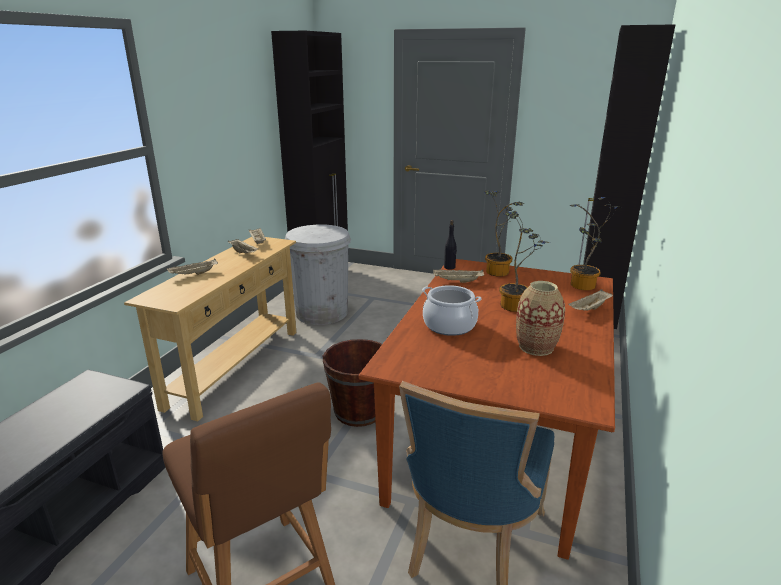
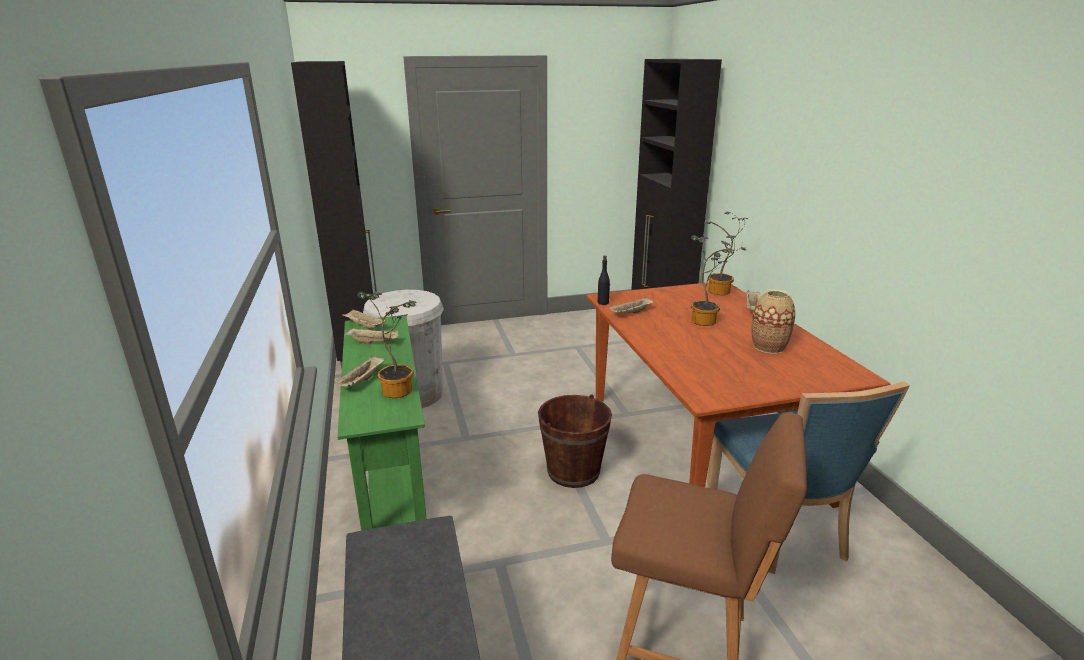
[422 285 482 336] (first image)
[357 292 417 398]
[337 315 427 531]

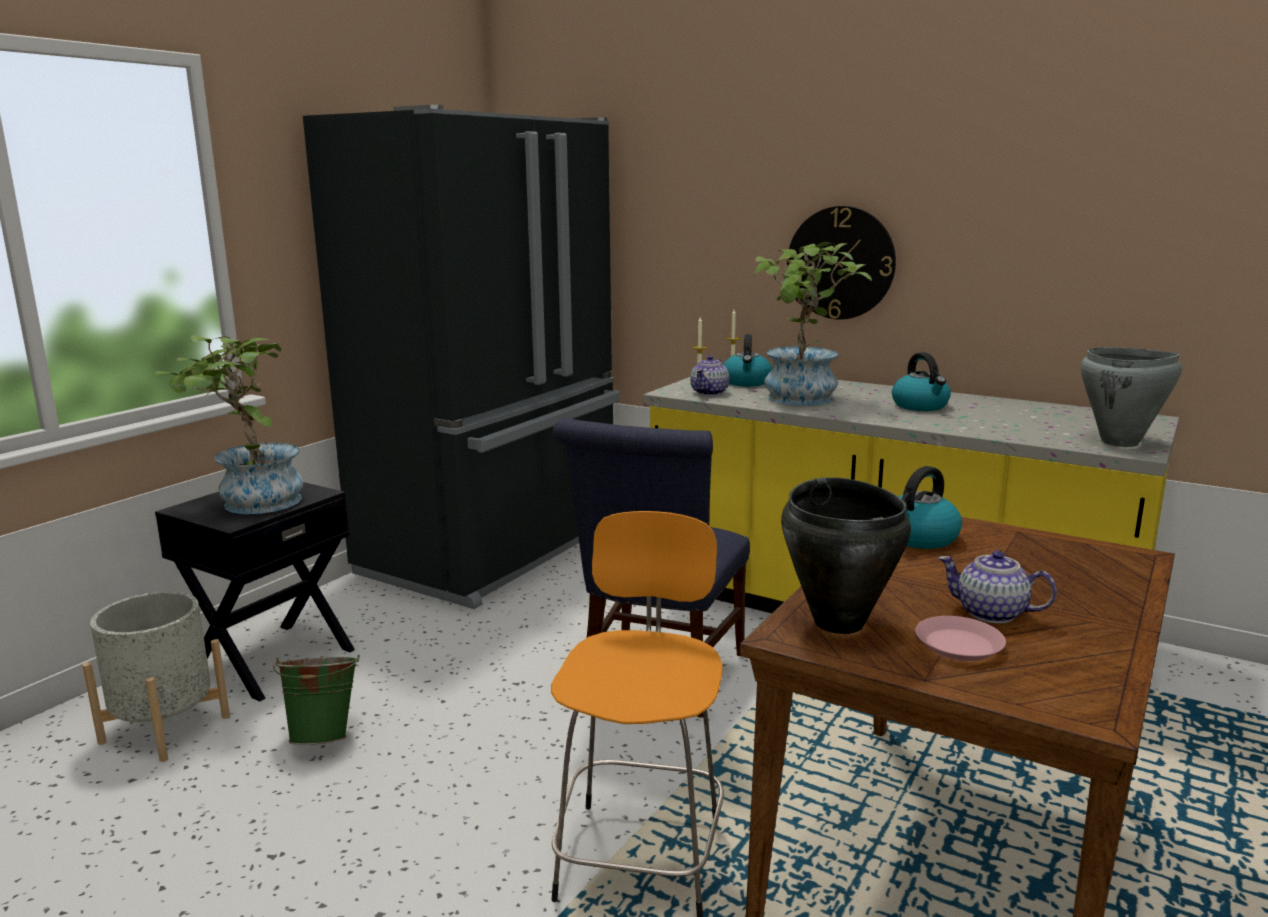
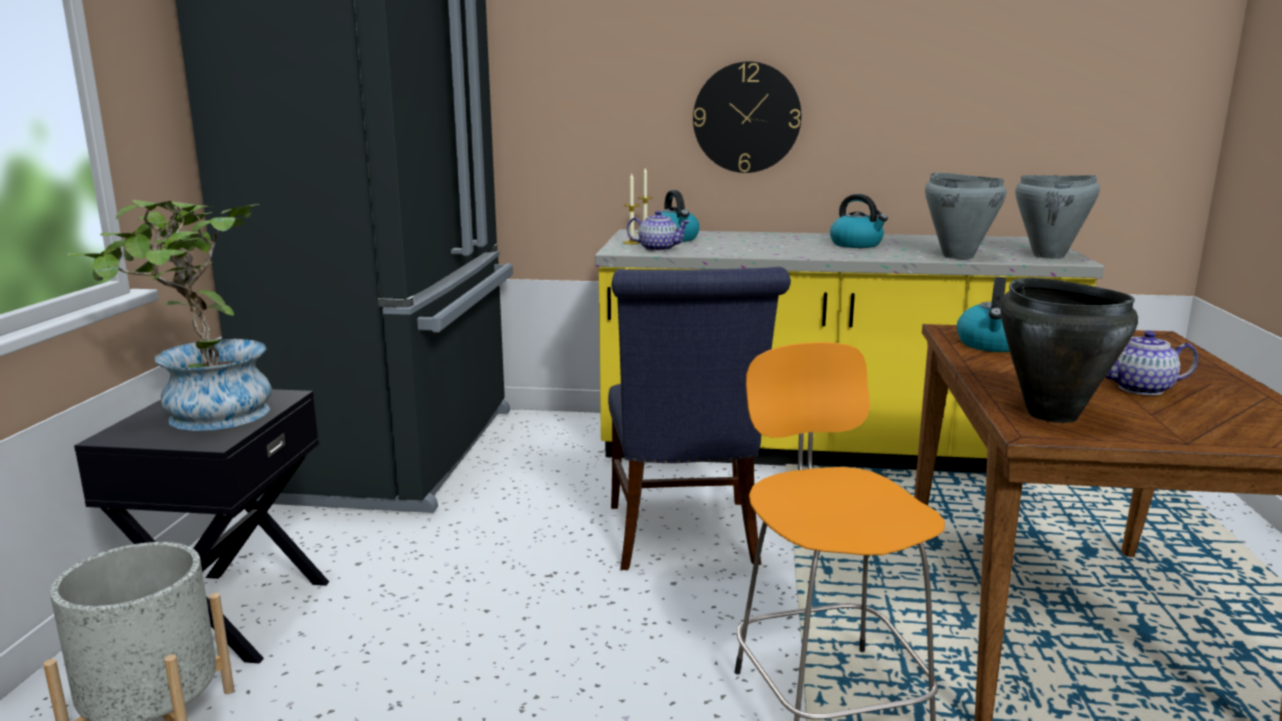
[273 655 360 745] (first image)
[753 242 872 406] (first image)
[915 616 1006 661] (first image)
[925 173 1006 259]
[627 210 690 251]

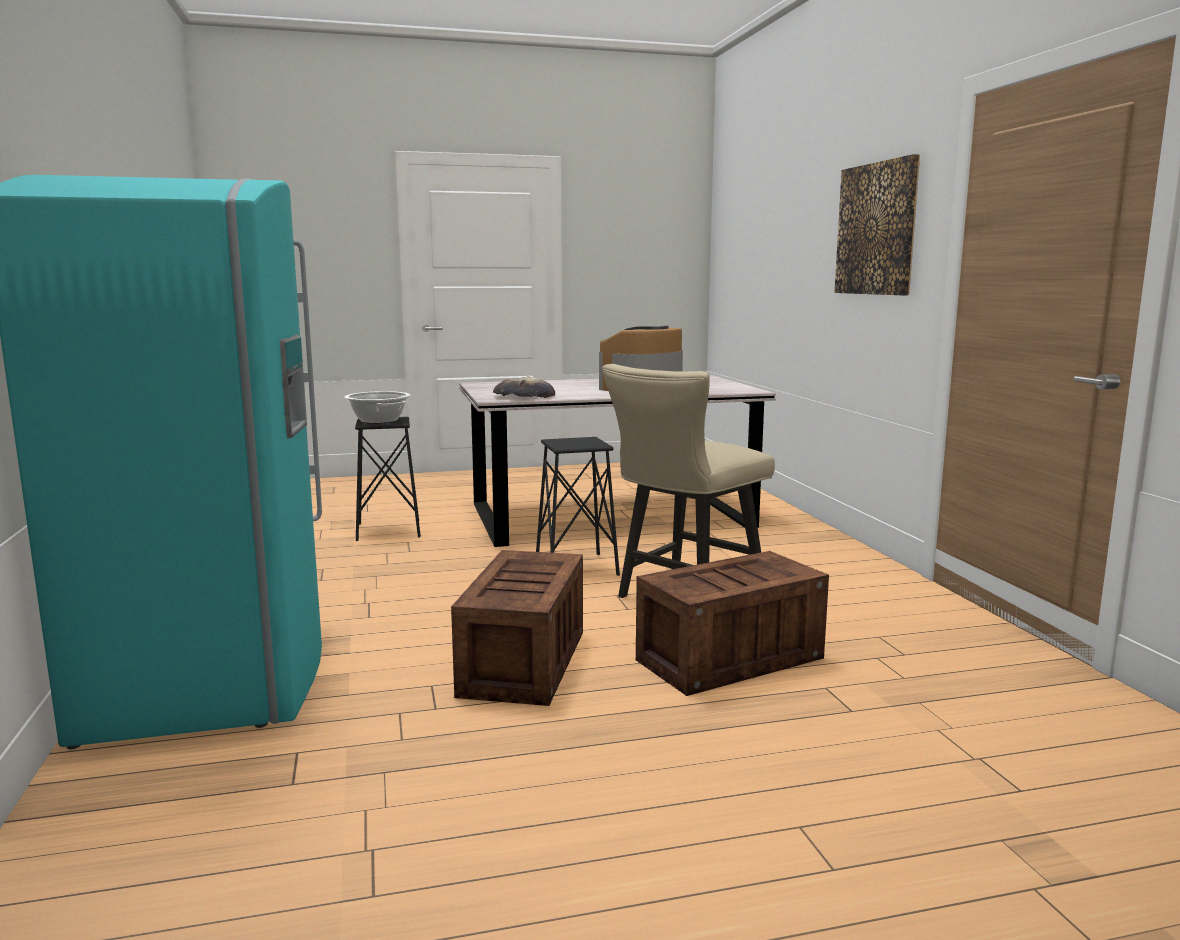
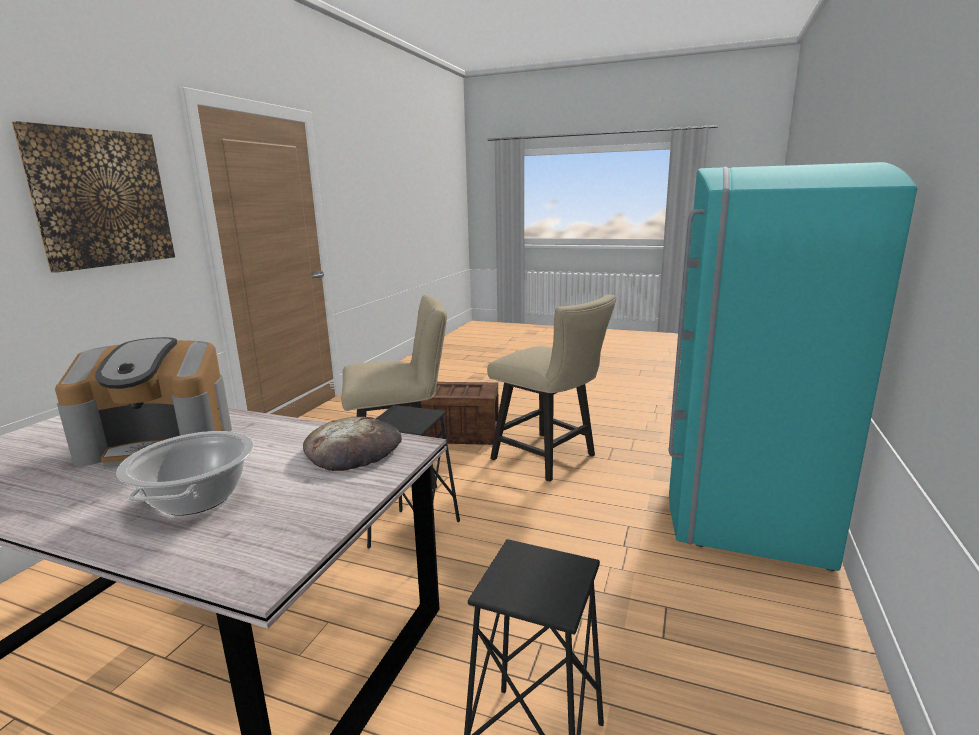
[117 431 254 516]
[487 294 616 482]

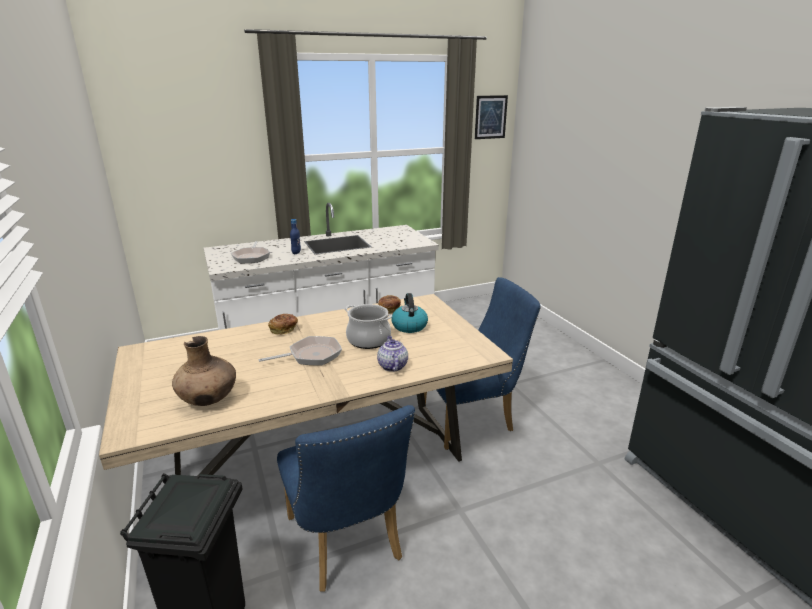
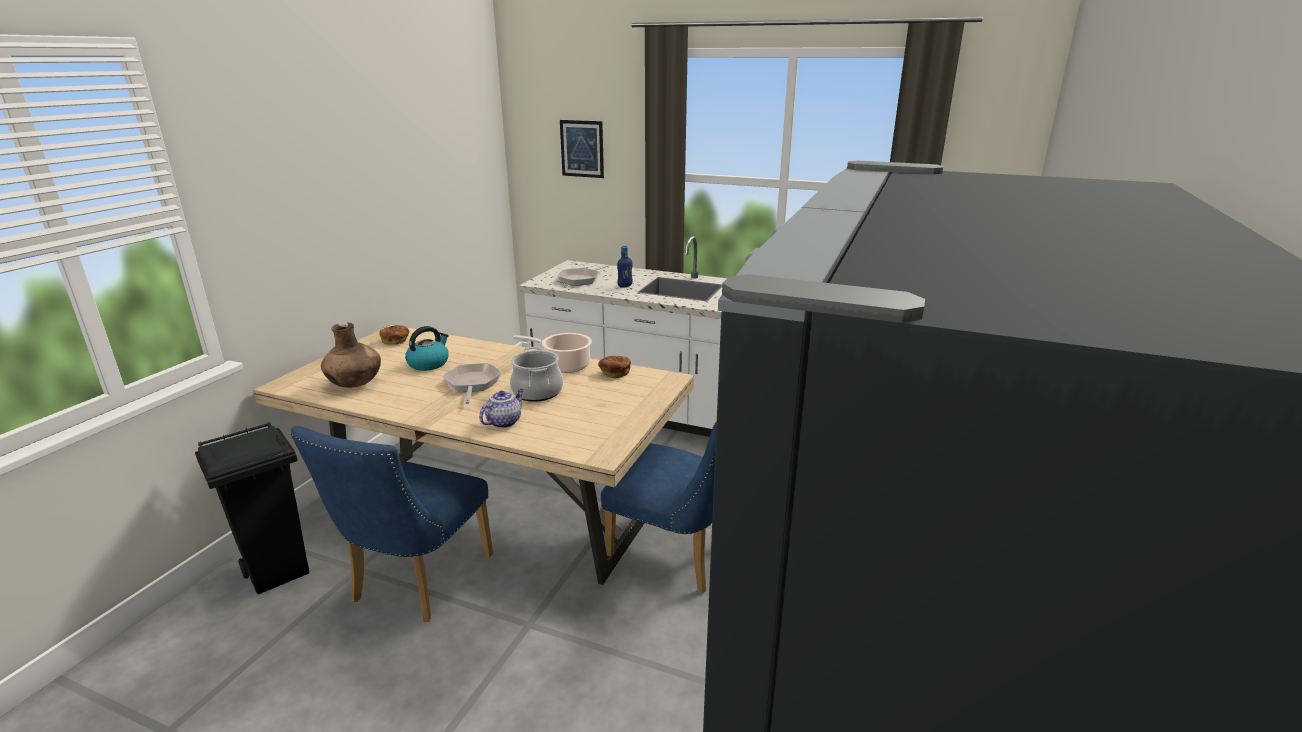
[513 333 592 373]
[379 325 410 345]
[405 326 449 371]
[560 120 604 178]
[443 363 502 404]

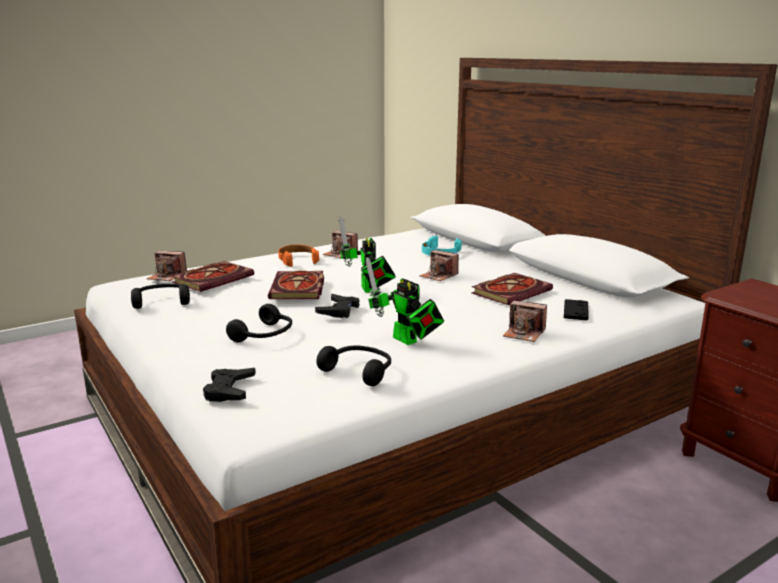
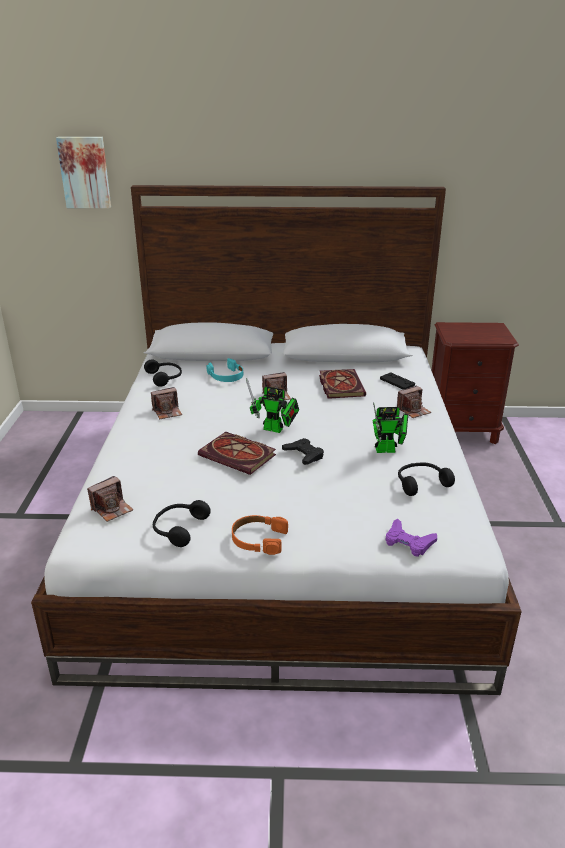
[171 261 254 292] (first image)
[56 137 111 208]
[144 360 182 387]
[232 515 288 555]
[385 519 437 557]

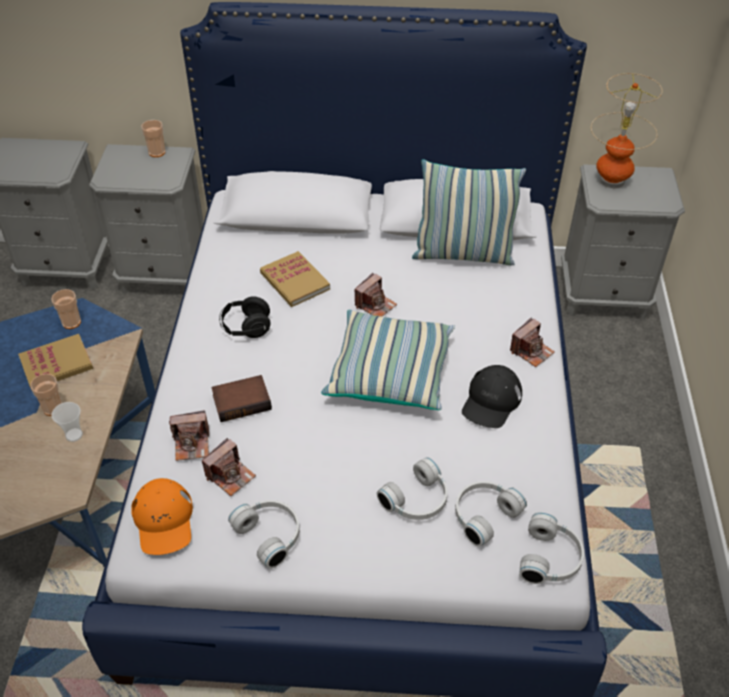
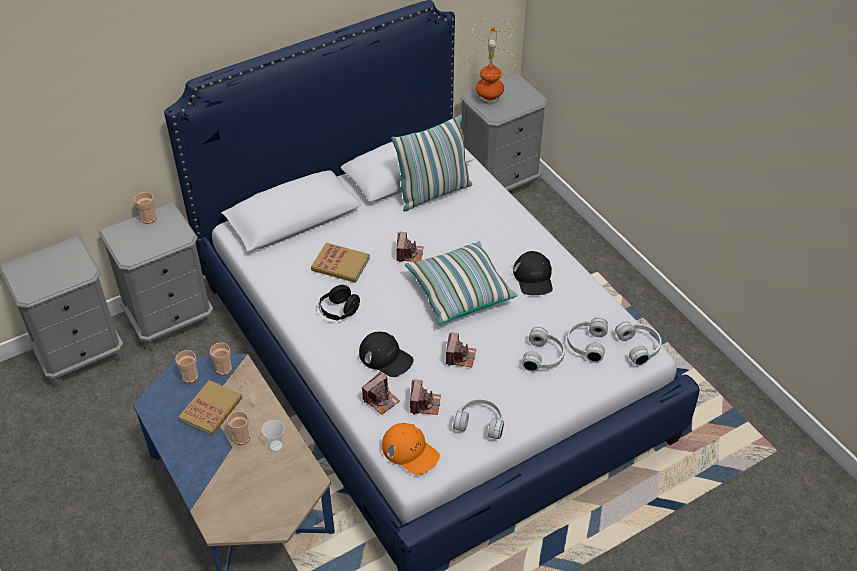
[210 343 232 375]
[446 332 476 367]
[359 332 414 377]

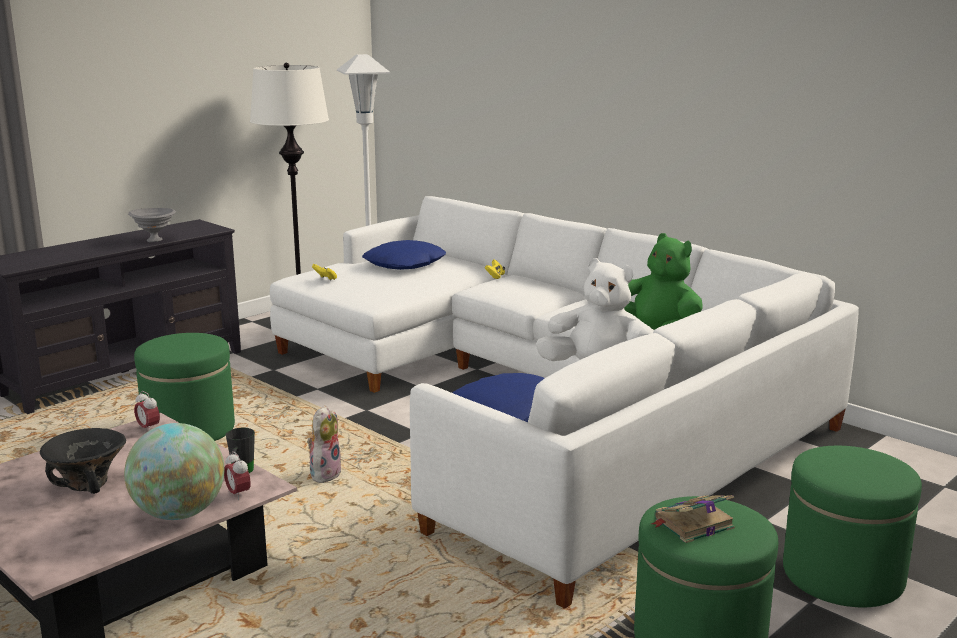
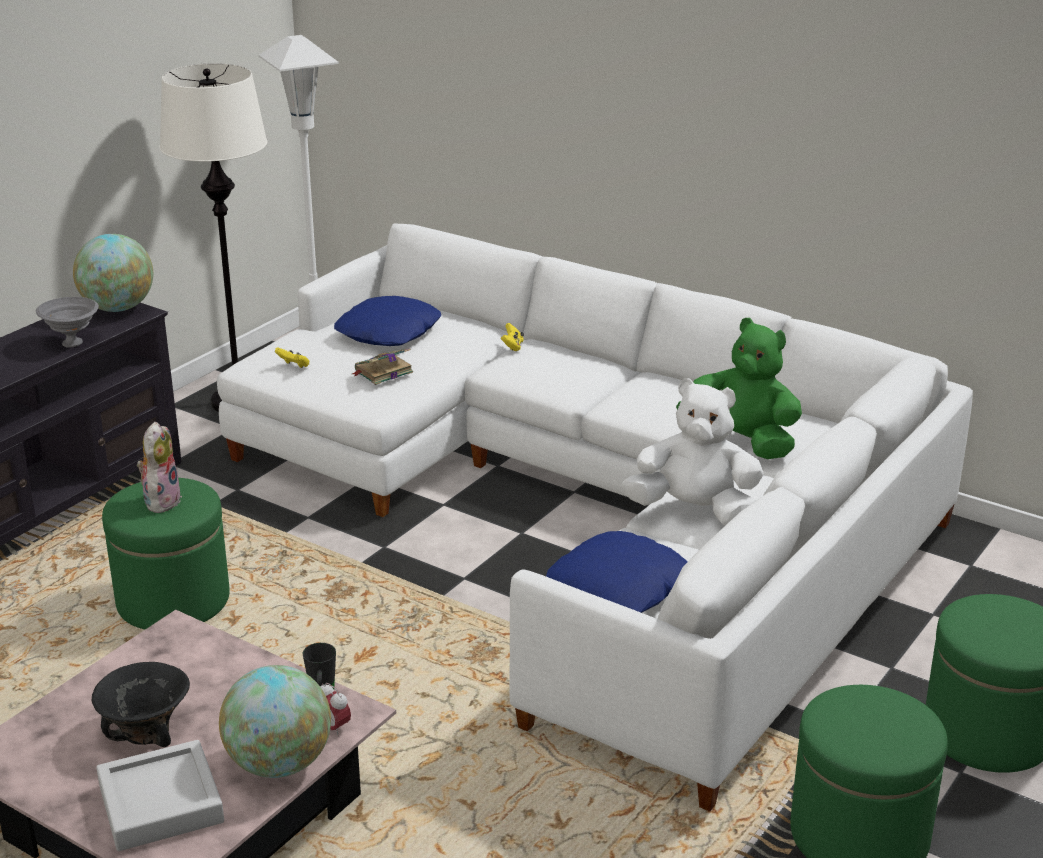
[134 391 160 430] (first image)
[73 234 153 312]
[96 740 224 851]
[137 422 182 513]
[352 348 413 385]

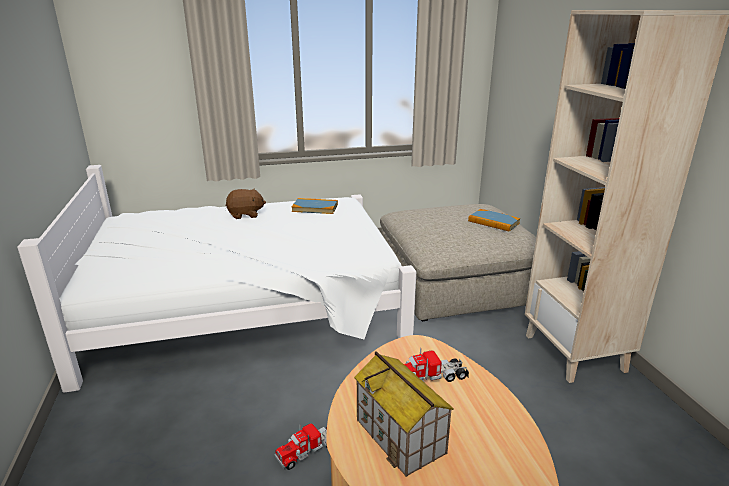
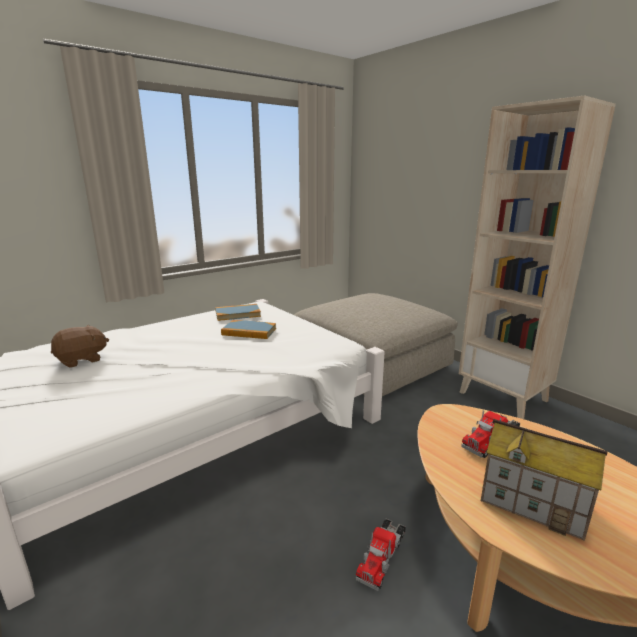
[51 325 109 368]
[221 320 276 339]

